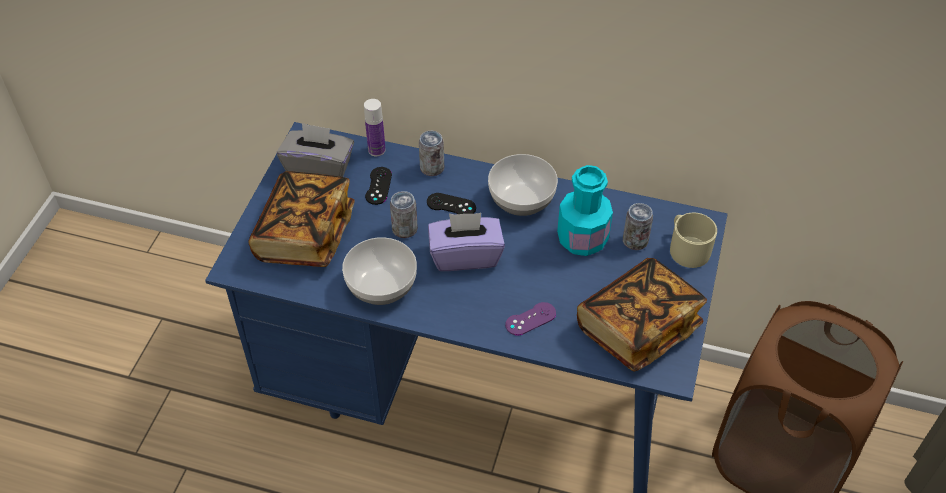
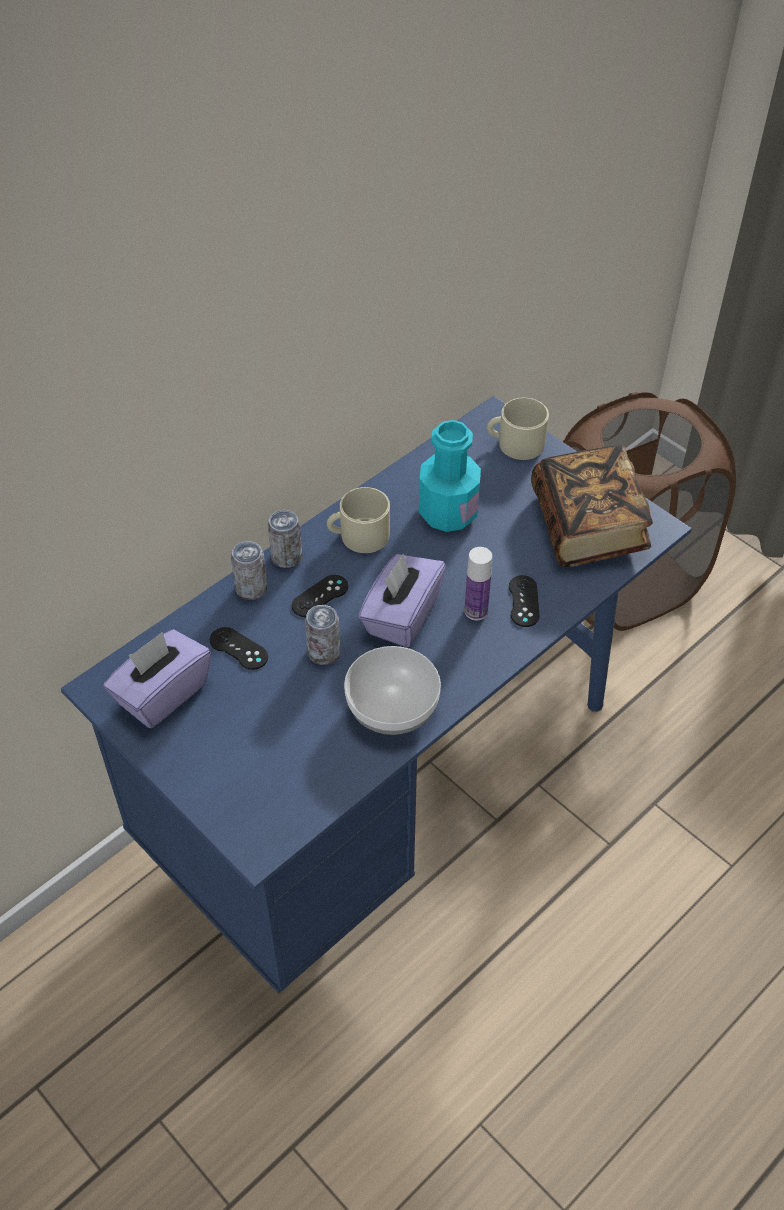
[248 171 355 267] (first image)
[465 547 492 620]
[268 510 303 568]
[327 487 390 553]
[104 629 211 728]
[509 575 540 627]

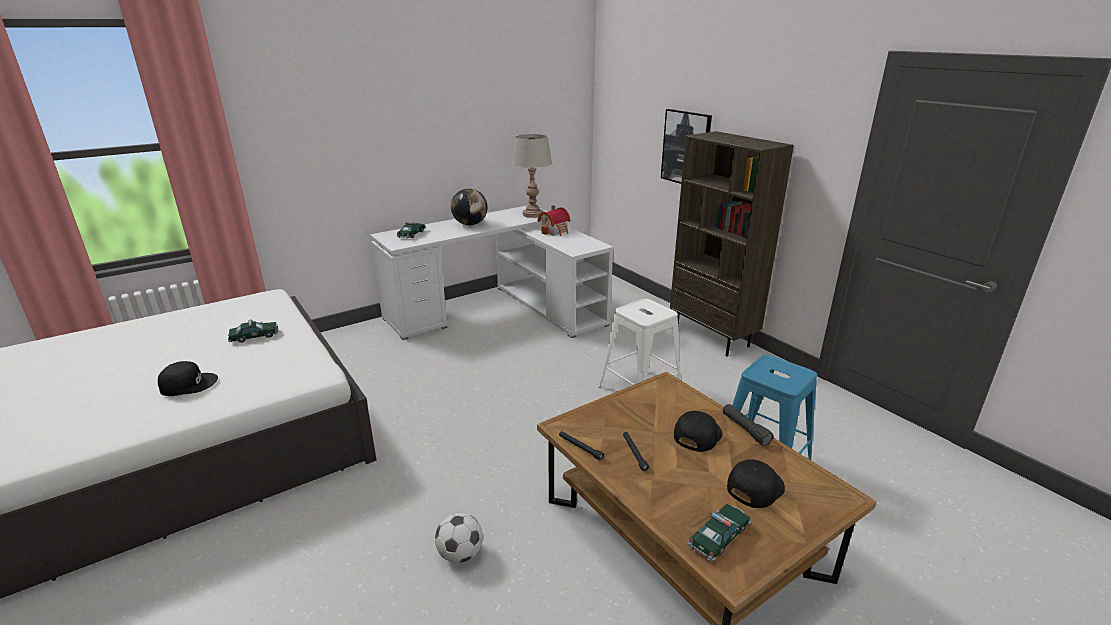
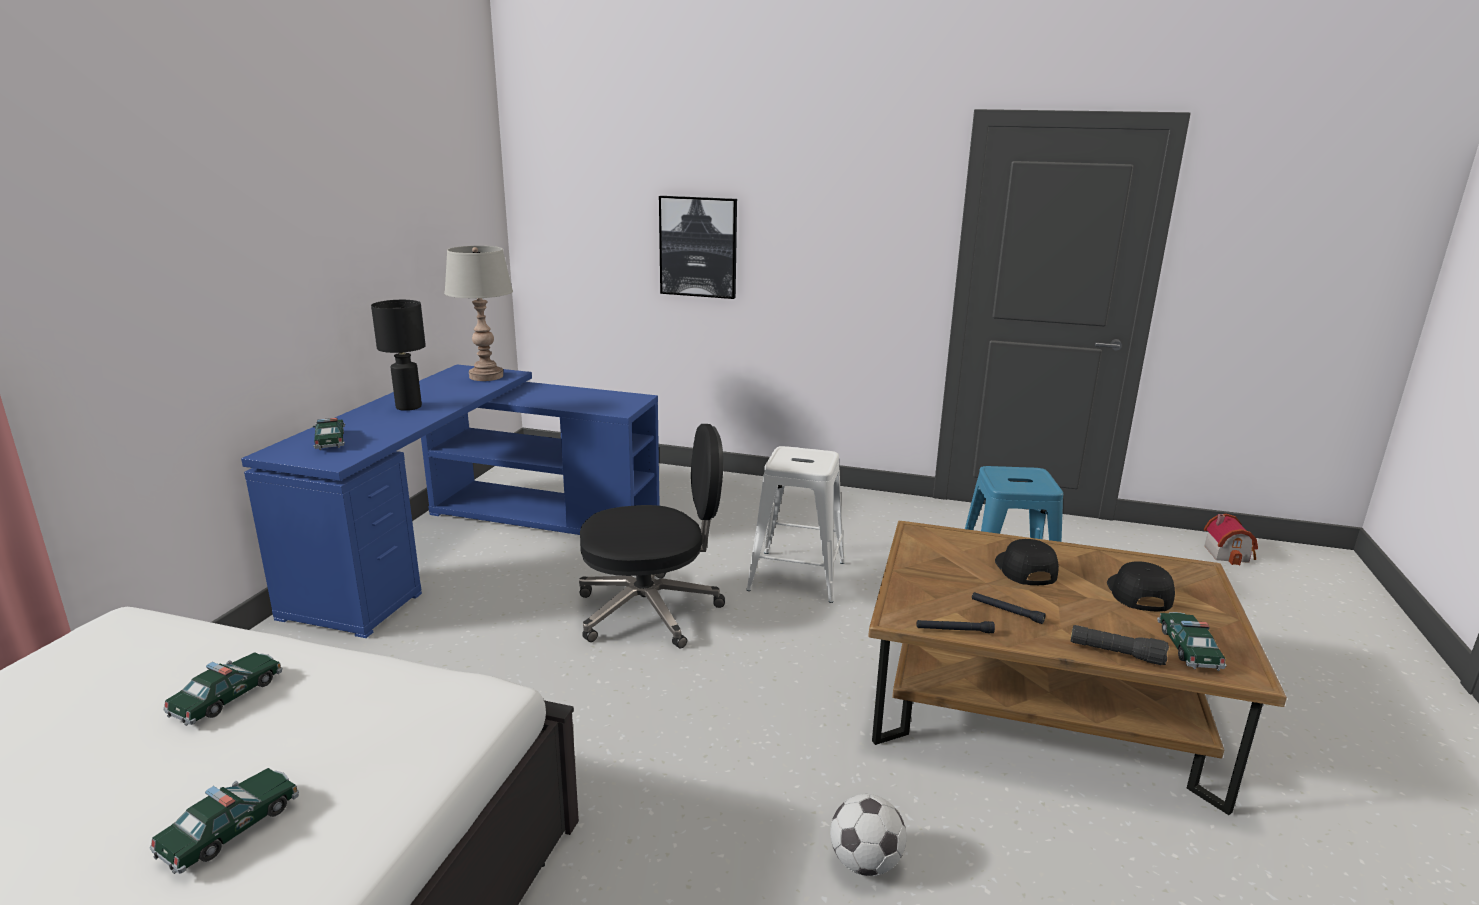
[670 131 794 356] (first image)
[579 424 725 649]
[1204 514 1258 565]
[1071 625 1169 665]
[150 768 299 874]
[371 300 426 411]
[241 364 660 638]

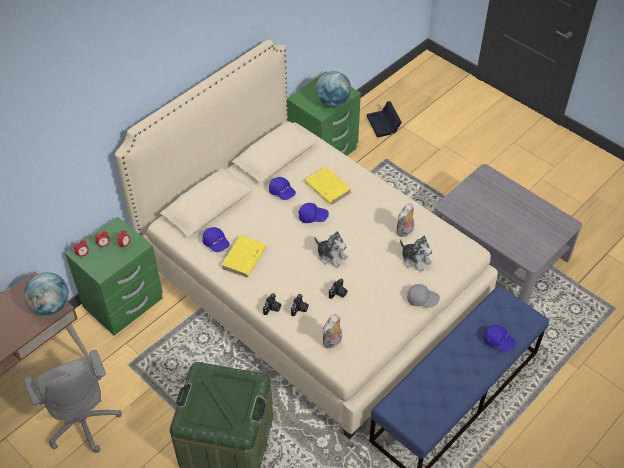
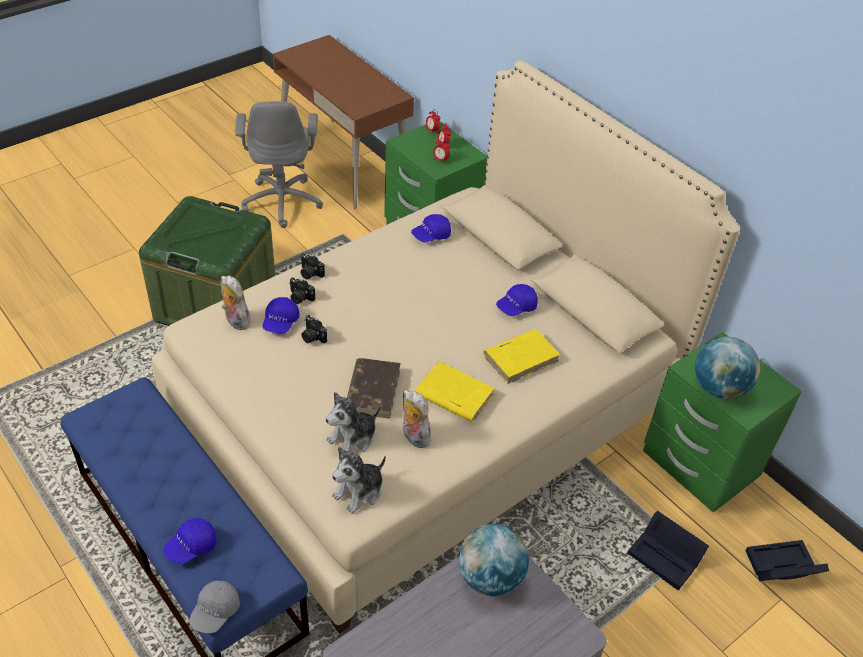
[347 358 401 419]
[627 511 709 590]
[459 524 529 596]
[415 361 495 422]
[262 297 300 333]
[332 447 386 514]
[189 581 240 633]
[235 101 323 228]

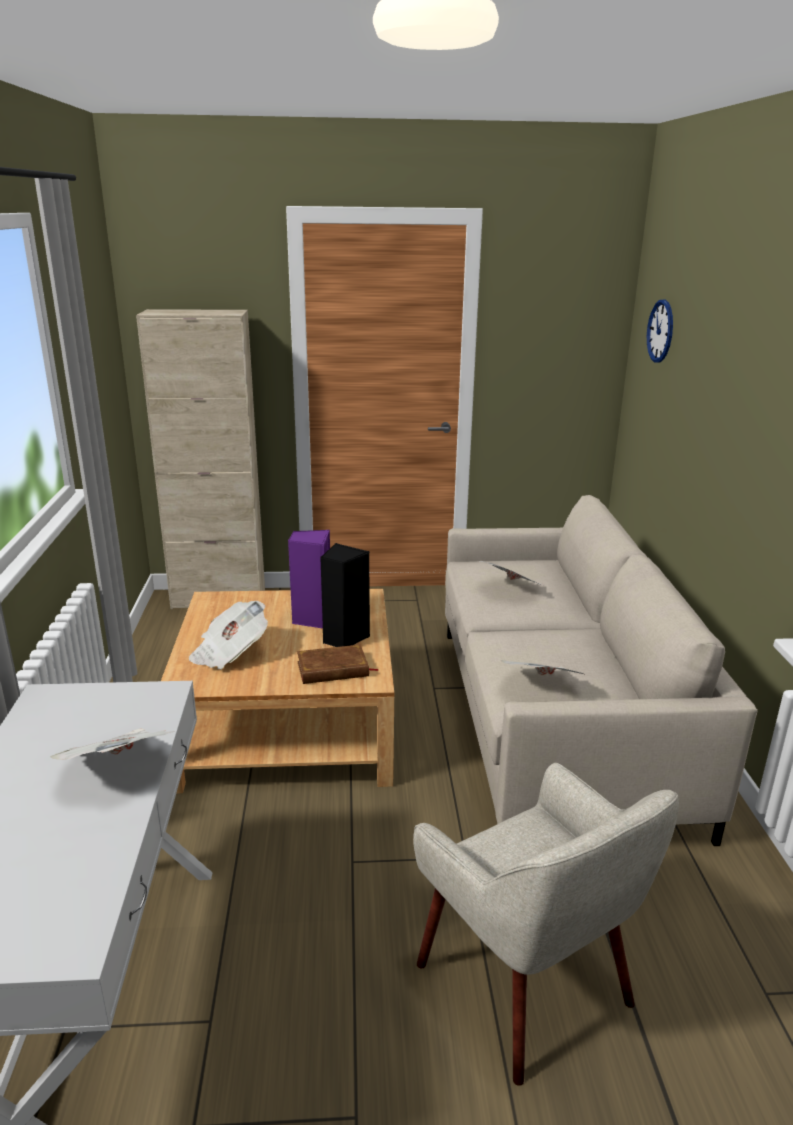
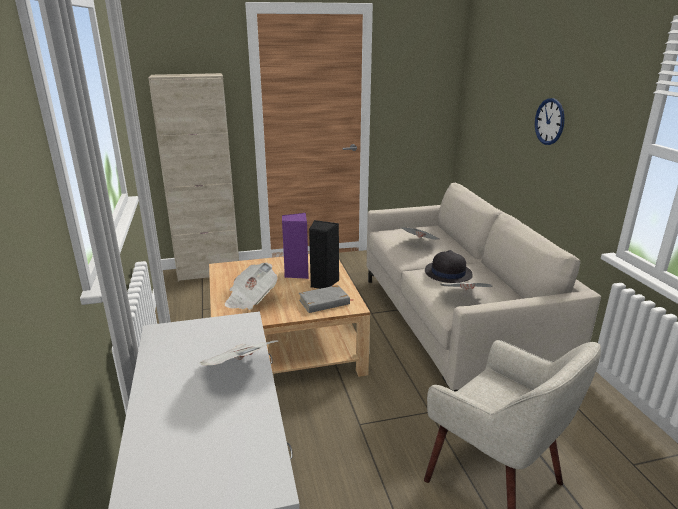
[425 250 473 283]
[535 98 565 145]
[299 285 354 313]

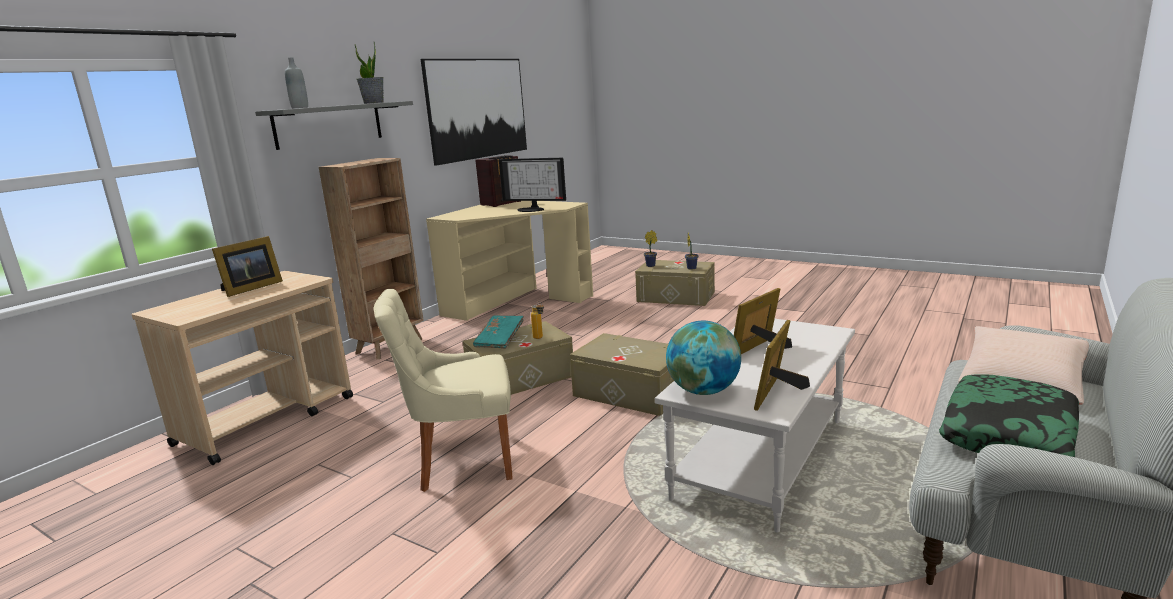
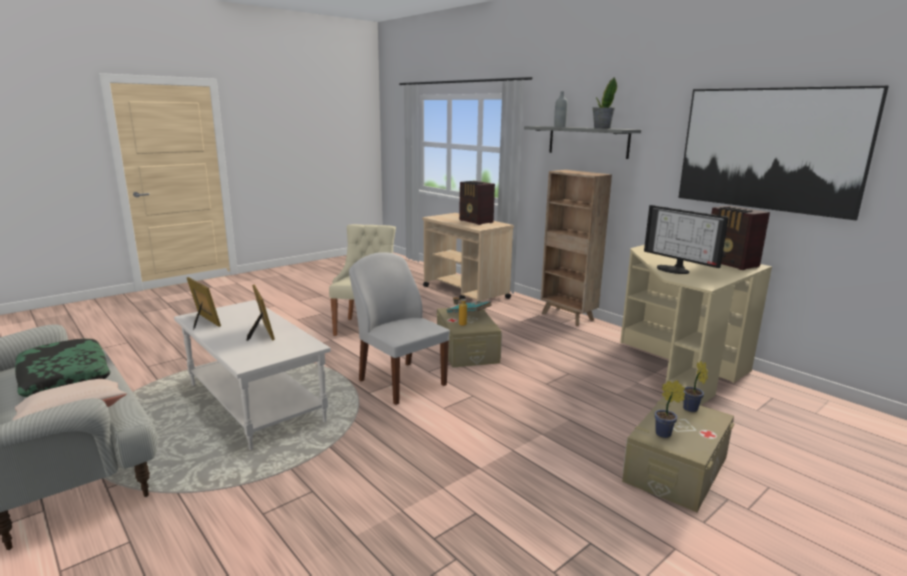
[666 321 741 395] (first image)
[459 181 495 225]
[349 252 450 405]
[644 205 729 274]

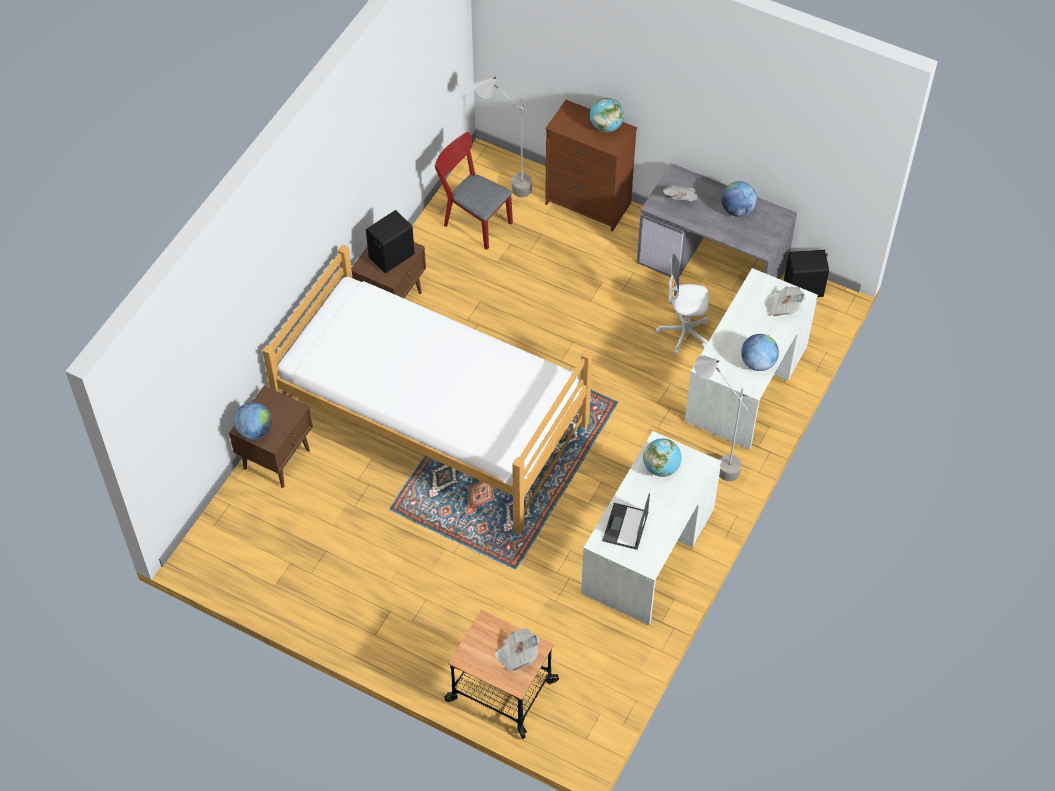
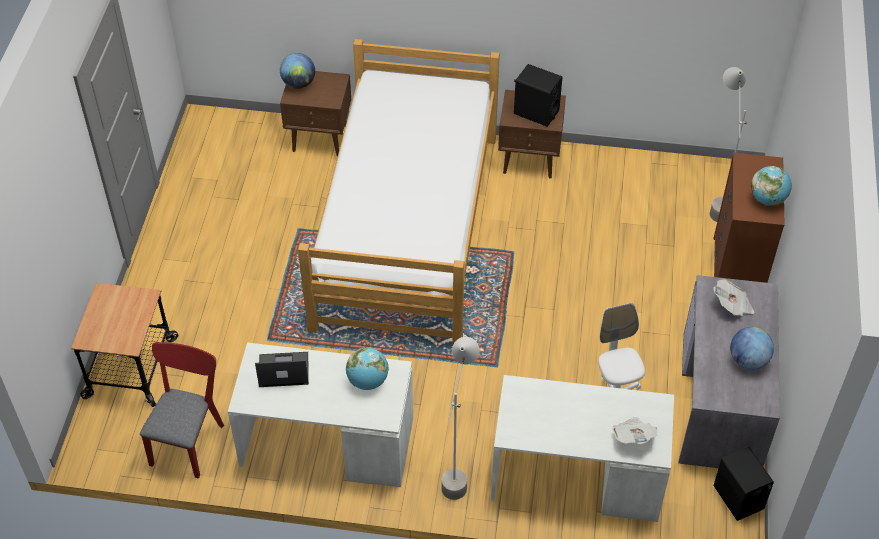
[495 628 540 672] (first image)
[741 334 779 371] (first image)
[140 342 224 479]

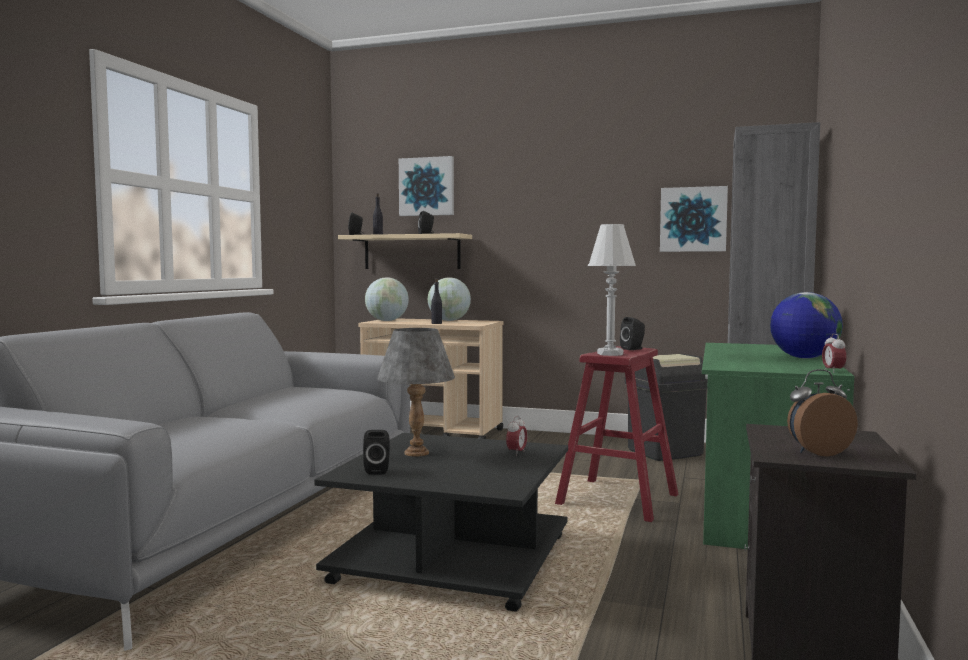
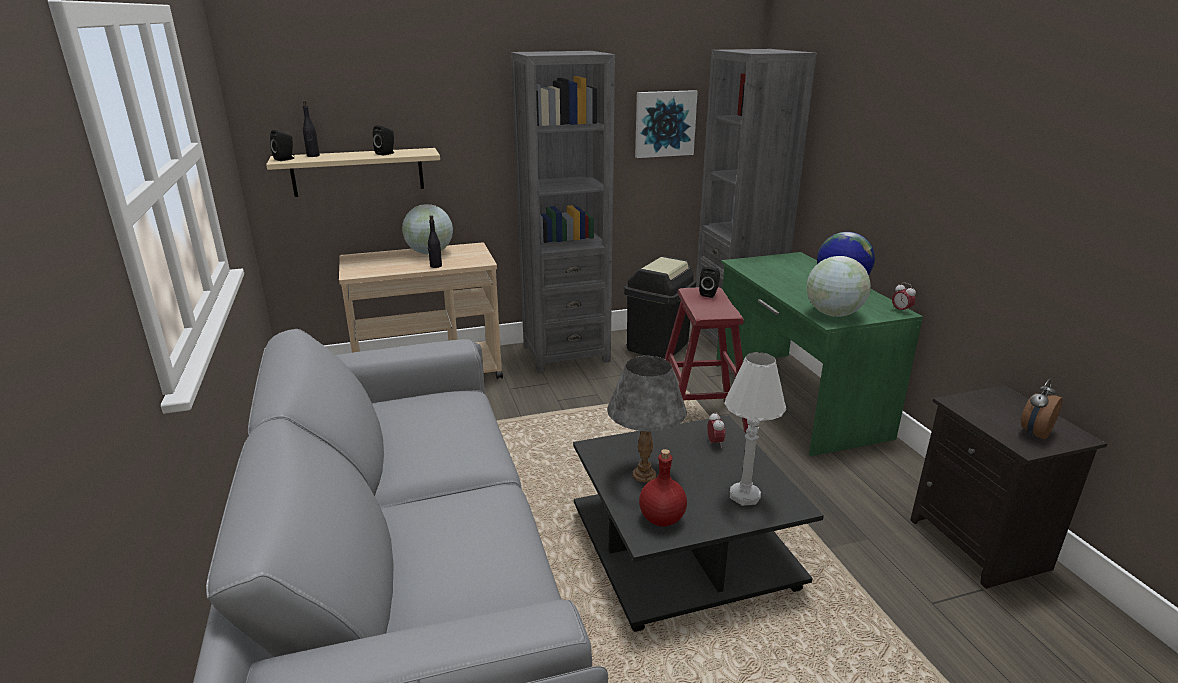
[399 156 454 216] (first image)
[511 51 615 372]
[807 256 871 317]
[725 352 787 506]
[639 449 687 527]

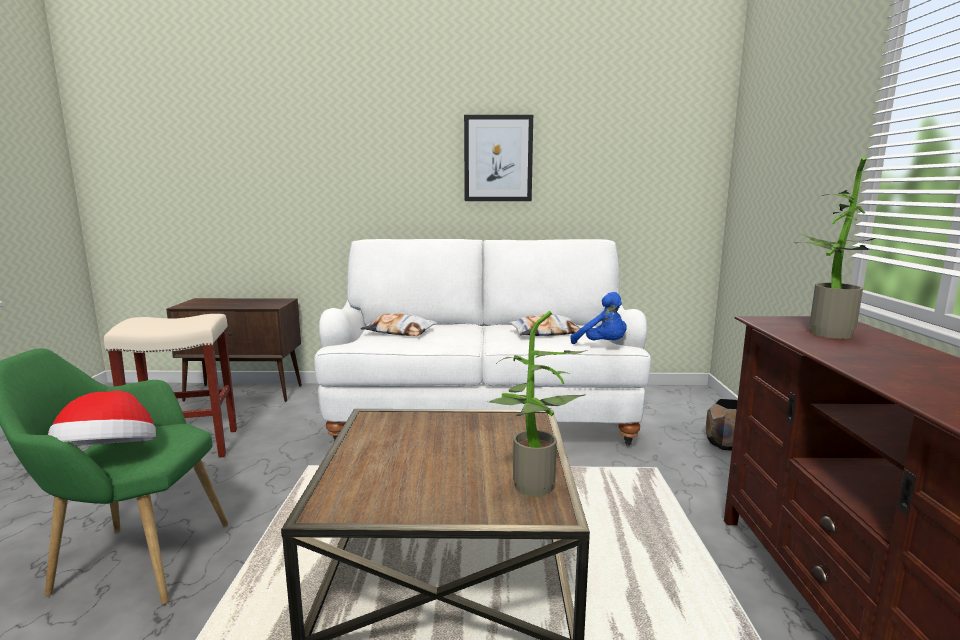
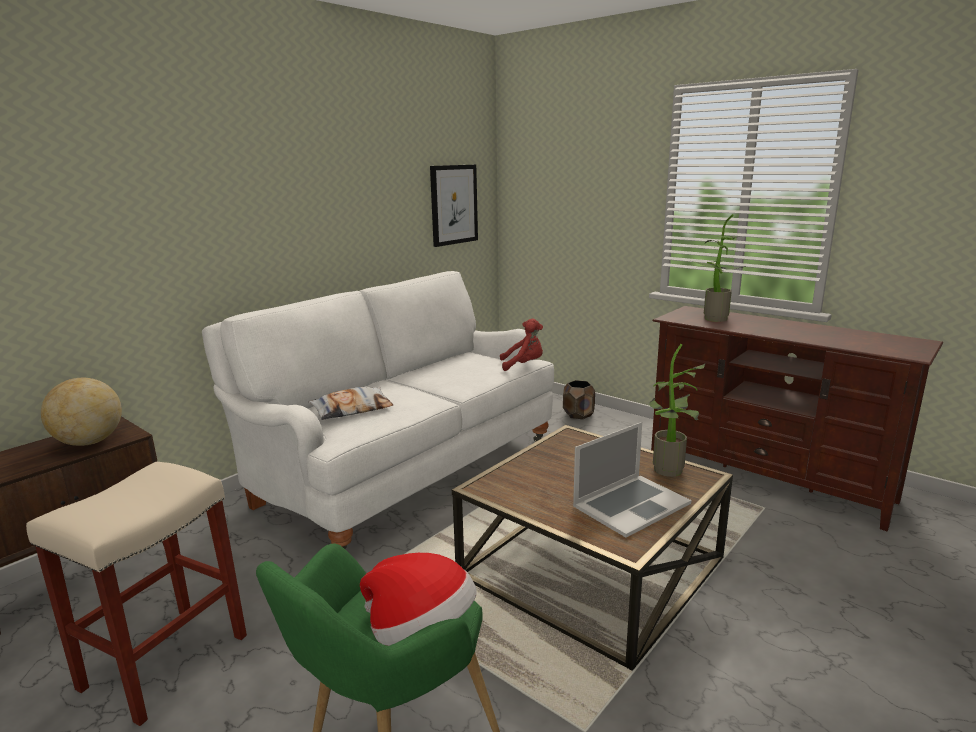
[509 314 580 336] (first image)
[41 378 122 446]
[573 422 691 538]
[430 165 478 247]
[500 319 543 371]

